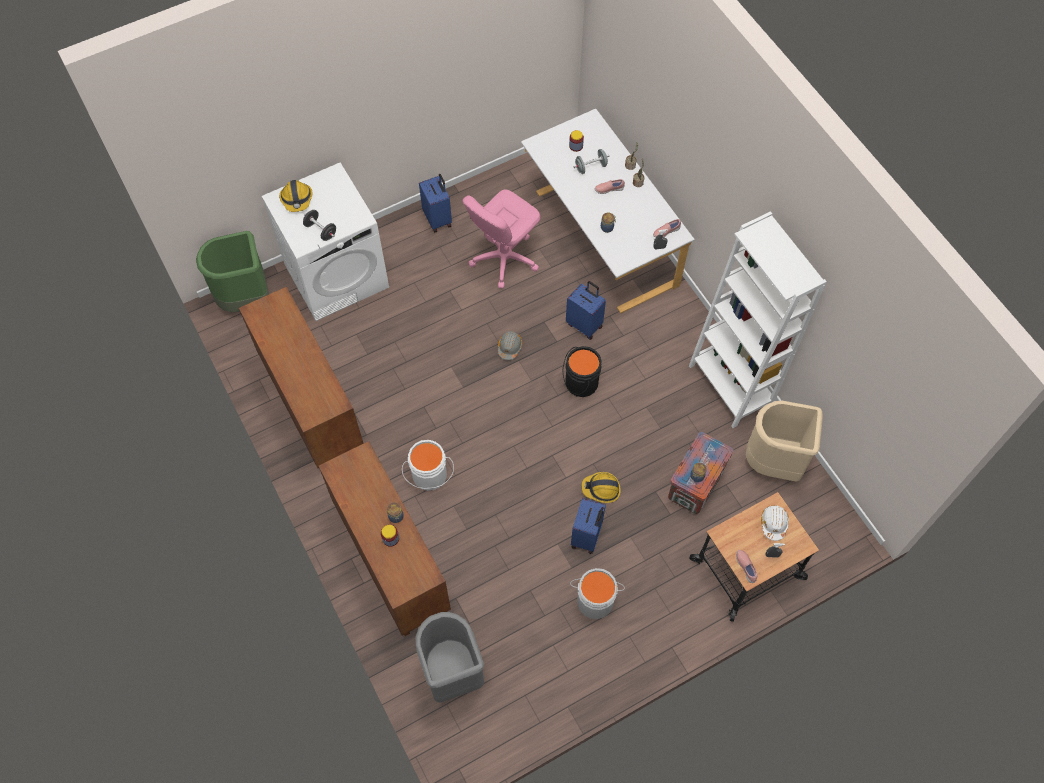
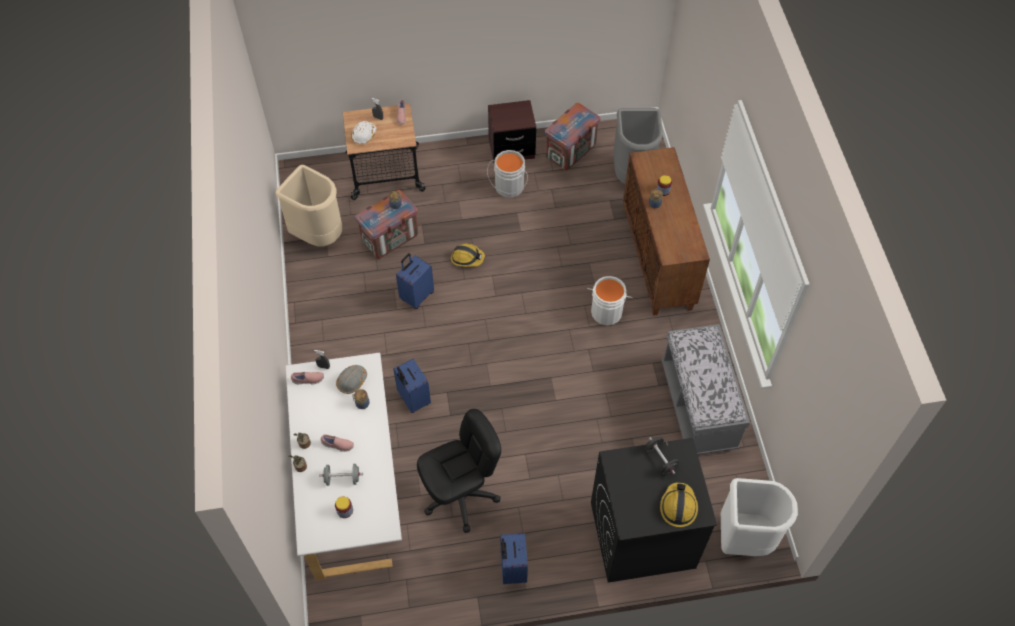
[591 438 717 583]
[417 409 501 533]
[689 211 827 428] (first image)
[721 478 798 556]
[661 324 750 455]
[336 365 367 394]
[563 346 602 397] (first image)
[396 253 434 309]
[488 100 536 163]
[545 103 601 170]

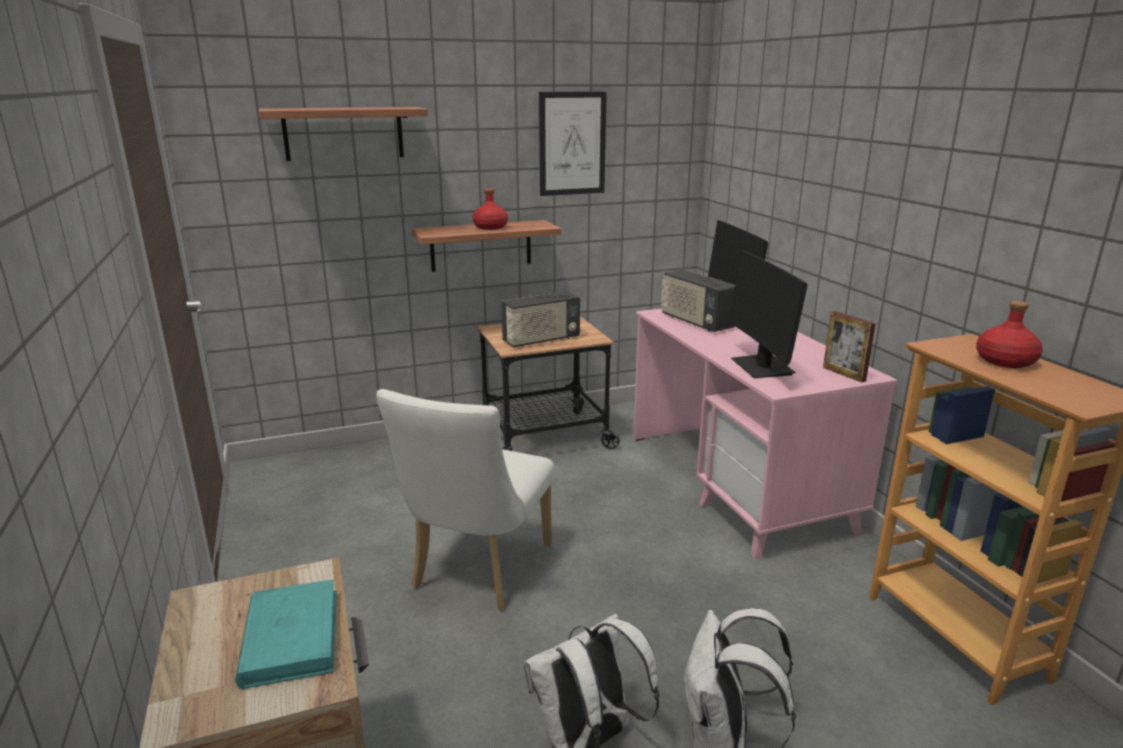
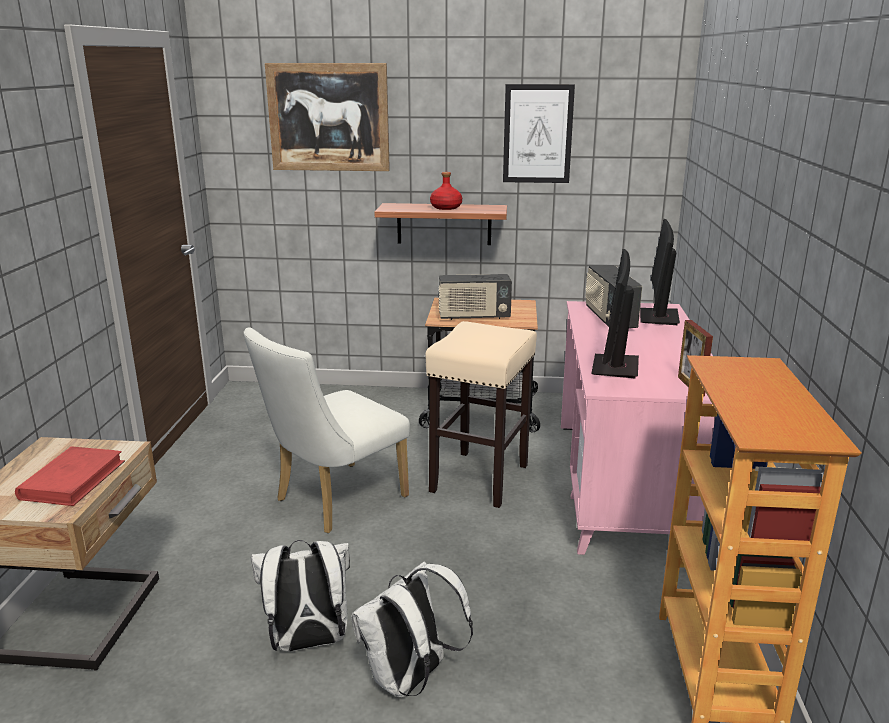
[265 63 390 171]
[976 301 1043 368] (first image)
[15 446 125 506]
[425 321 537 508]

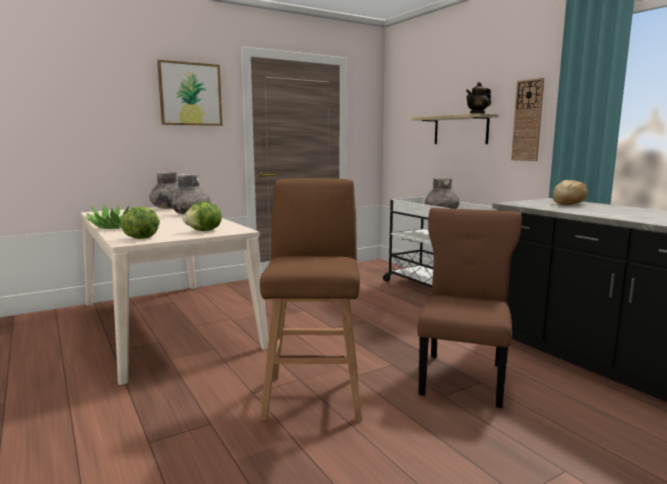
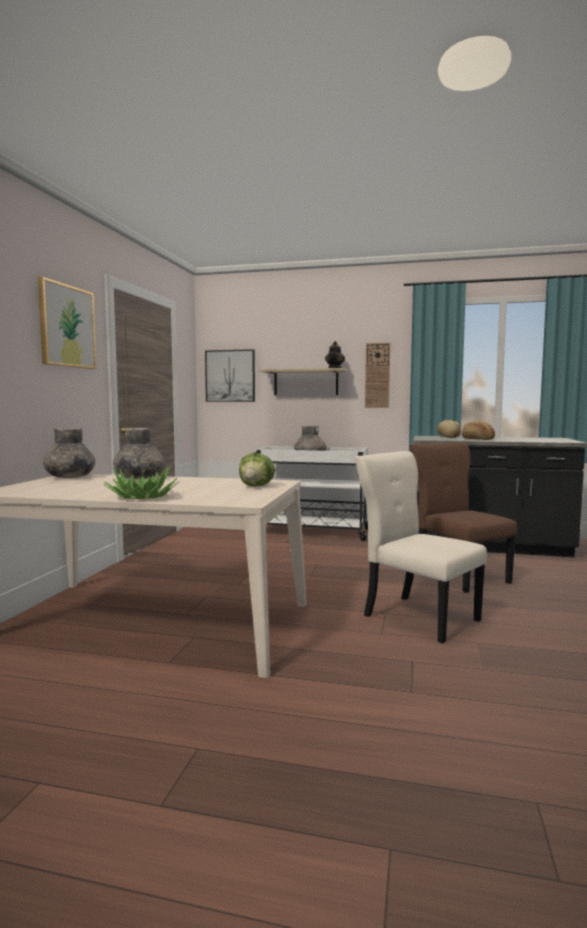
[355 451 487 644]
[120 207 160 239] (first image)
[205 349 255 402]
[462 421 495 440]

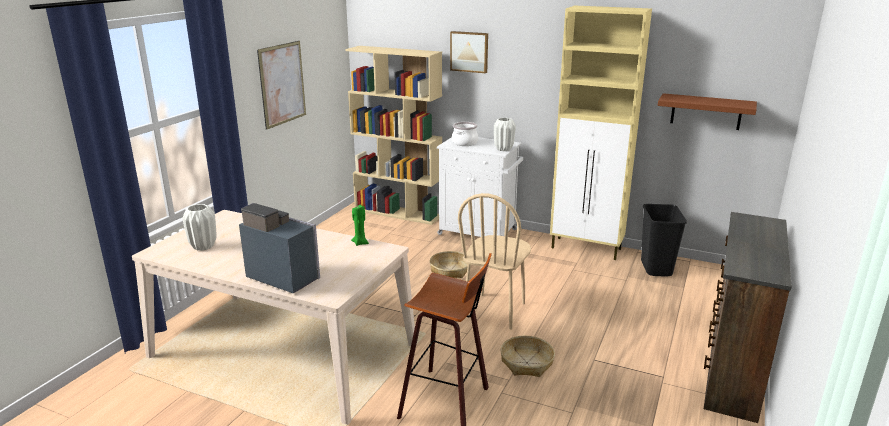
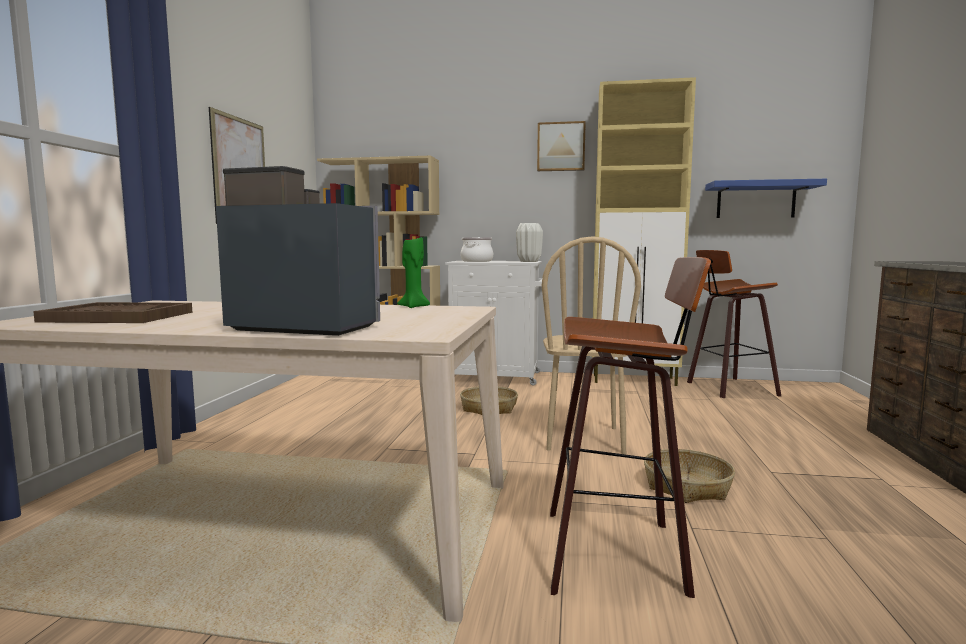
[537 121 586 171]
[705 179 827 218]
[33 302 192 323]
[687 250 781 398]

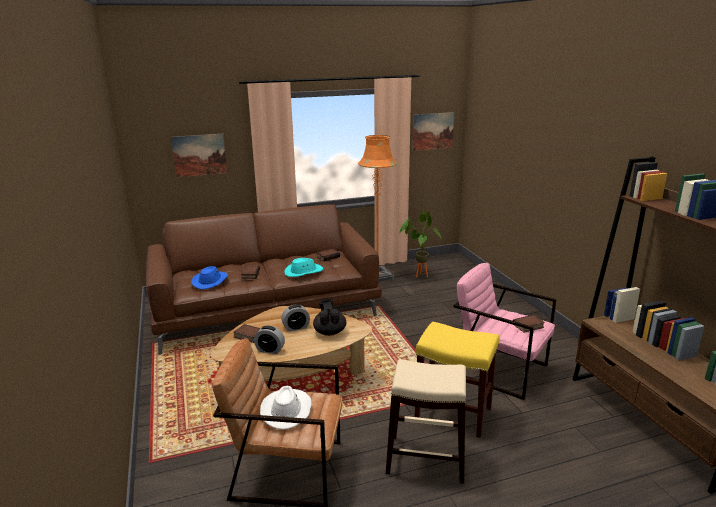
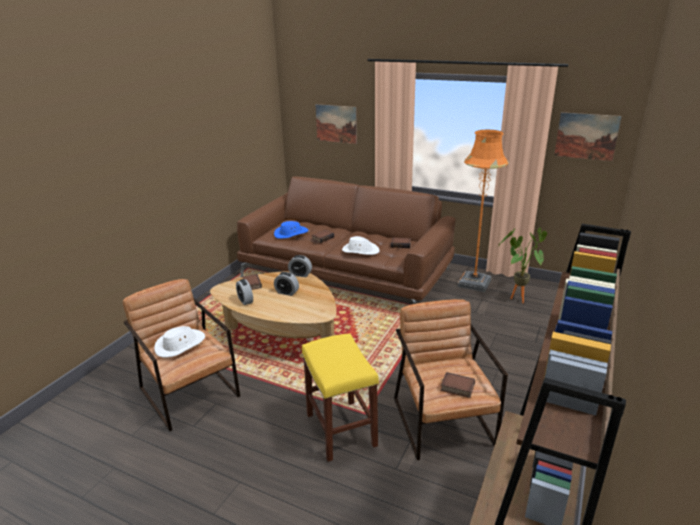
[342 236 380 255]
[394 299 508 460]
[313 299 347 336] (first image)
[386 359 466 484] (first image)
[288 255 312 277]

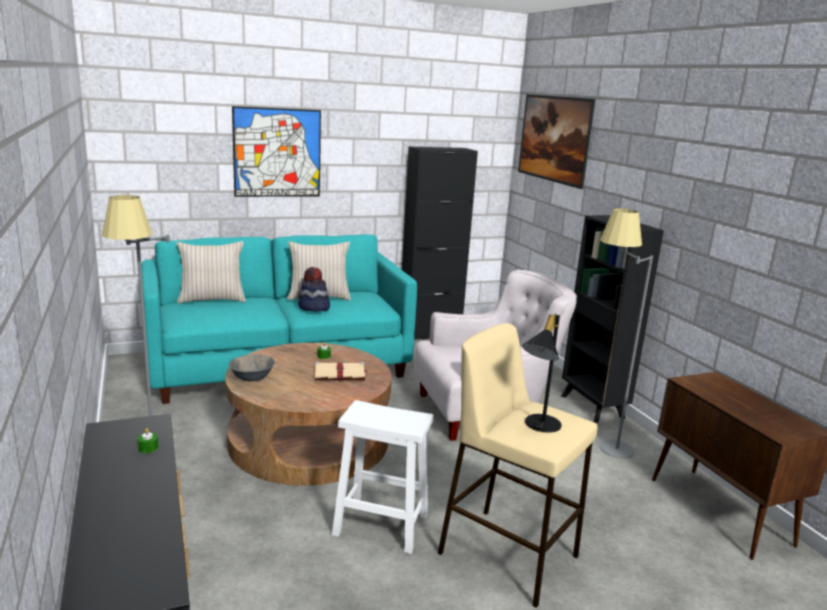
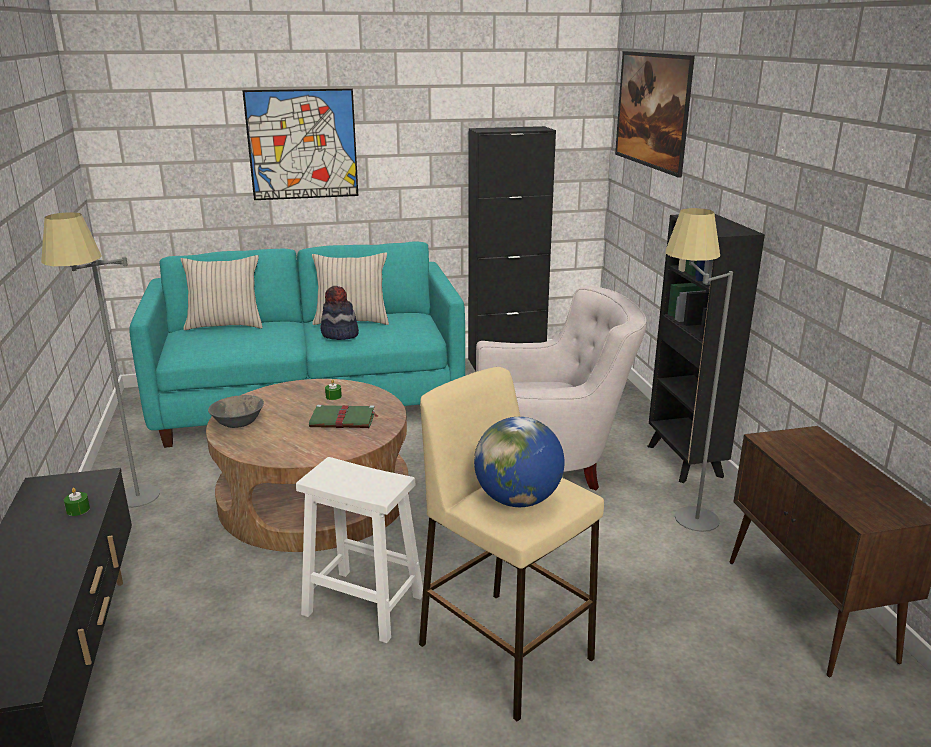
[474 417 565 507]
[309 404 379 428]

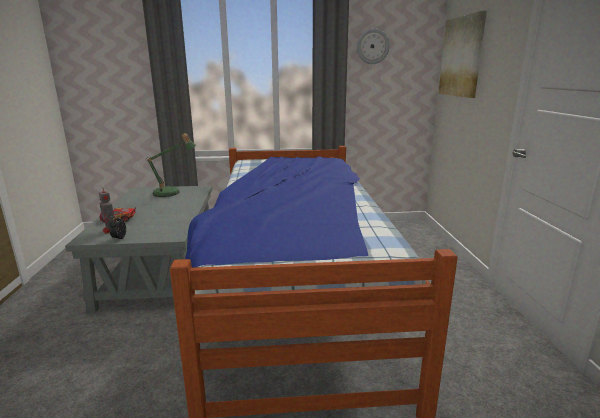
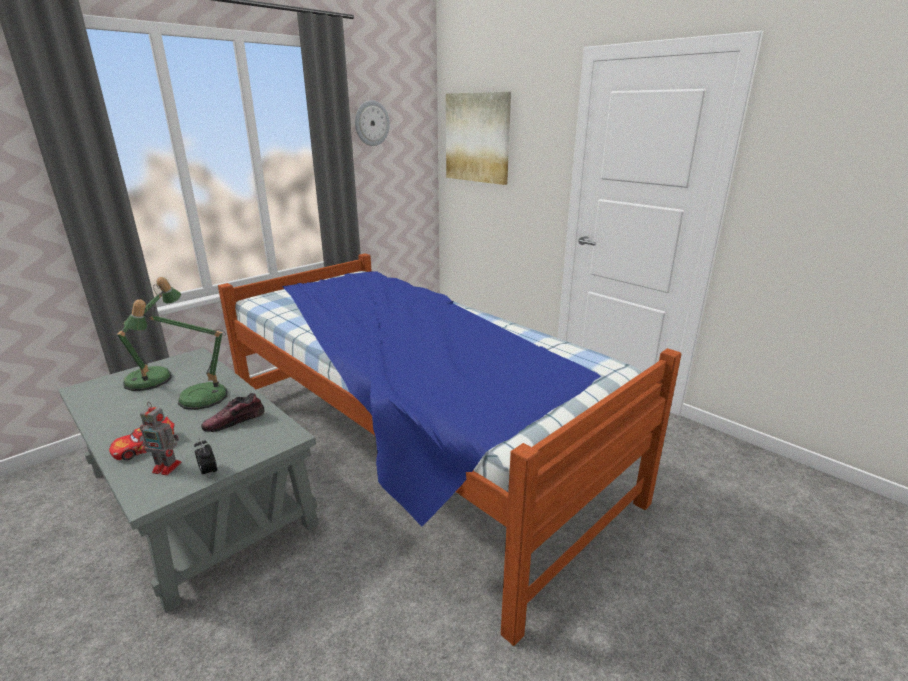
[123 299 228 410]
[201 393 265 432]

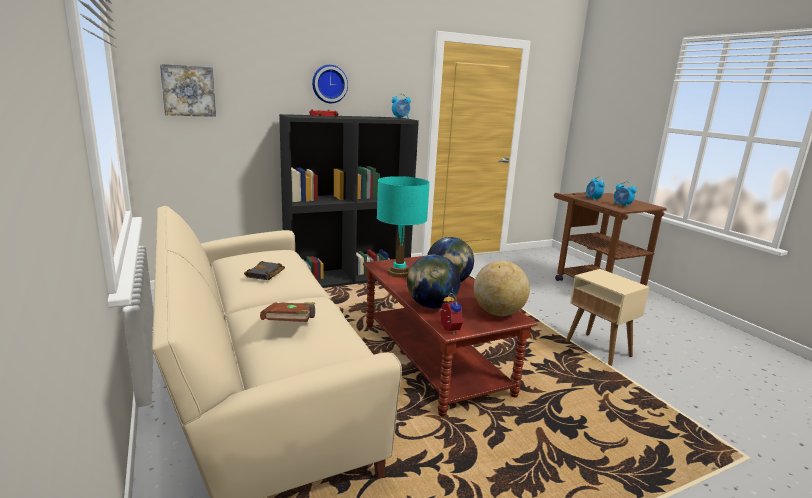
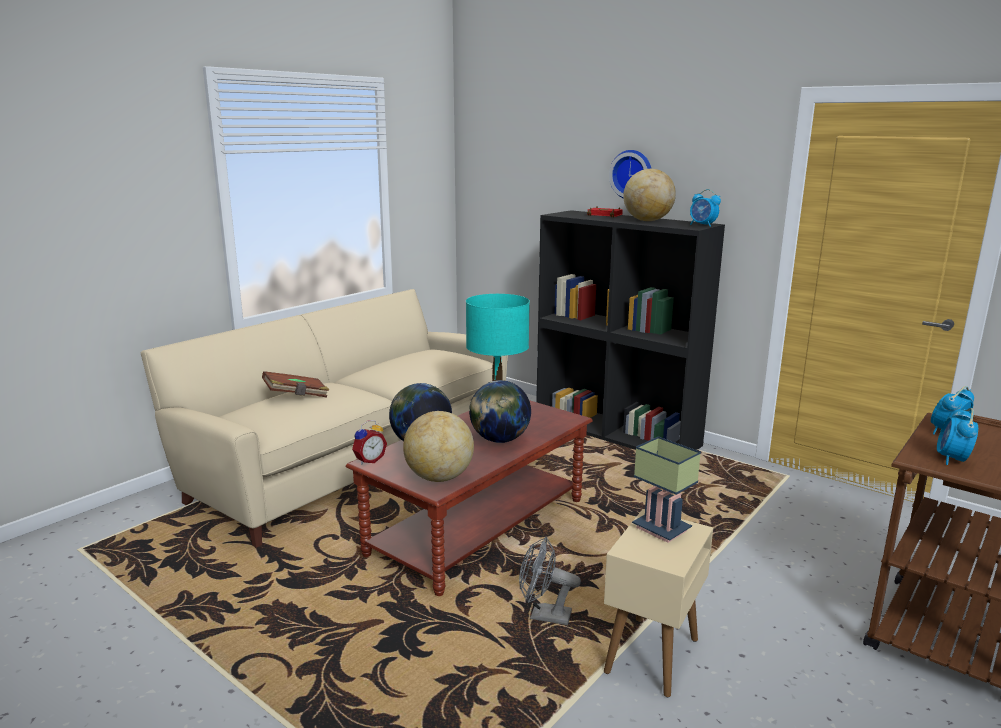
[160 64 216 117] (first image)
[244 261 285 280] (first image)
[623 169 676 221]
[632 436 701 543]
[519 537 581 625]

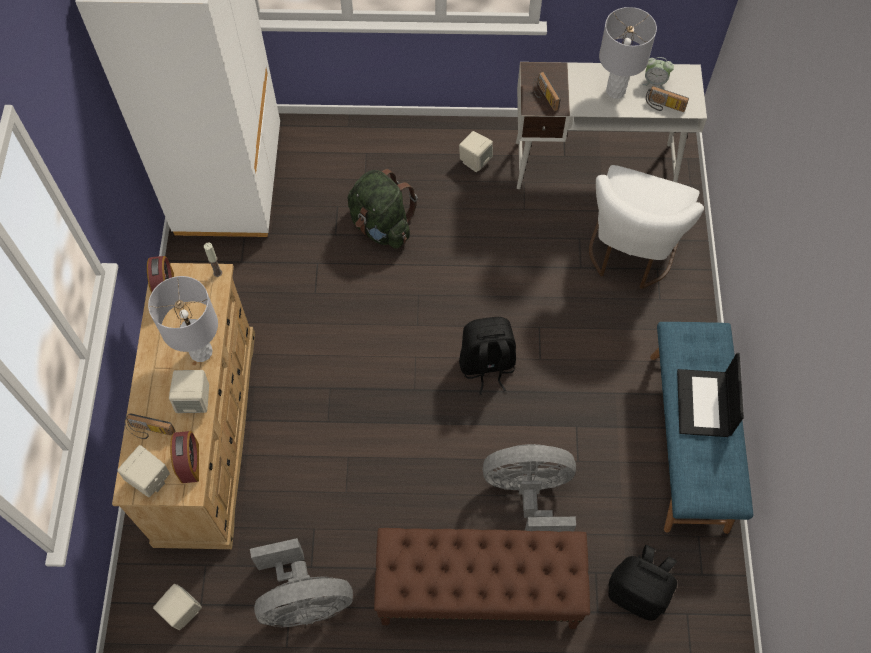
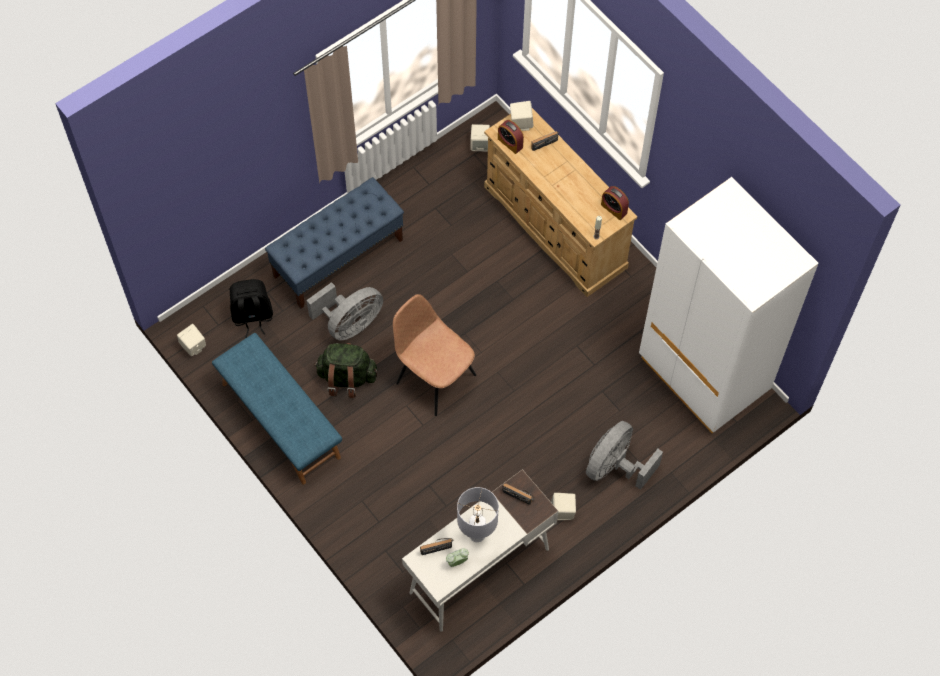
[589 165 704 289] (first image)
[314 343 377 398]
[148 276 218 362] (first image)
[393 294 476 416]
[677 353 744 437] (first image)
[177 324 206 356]
[265 177 404 309]
[586 421 663 490]

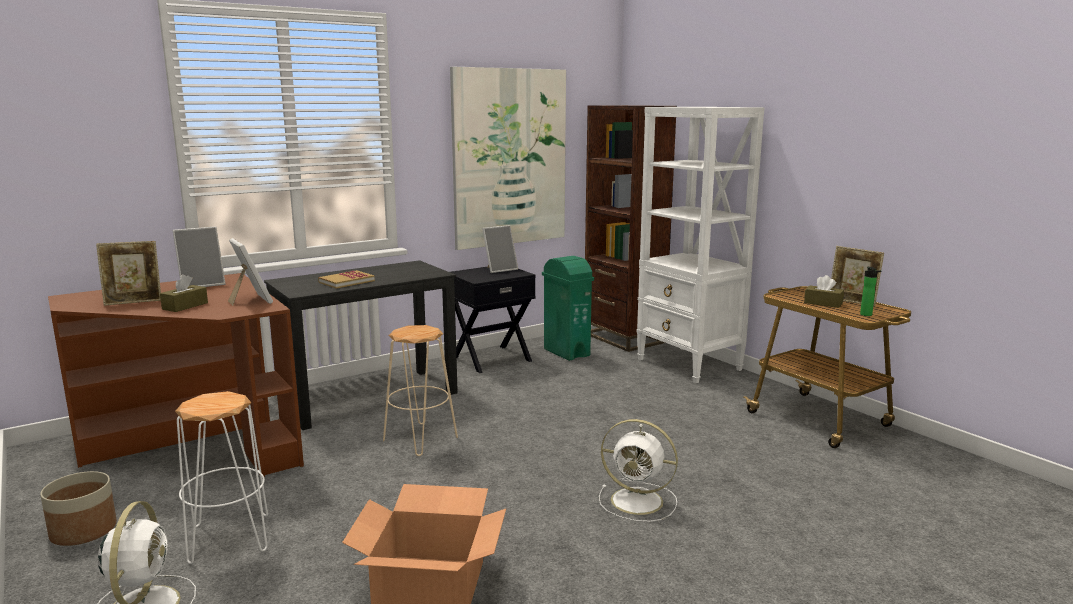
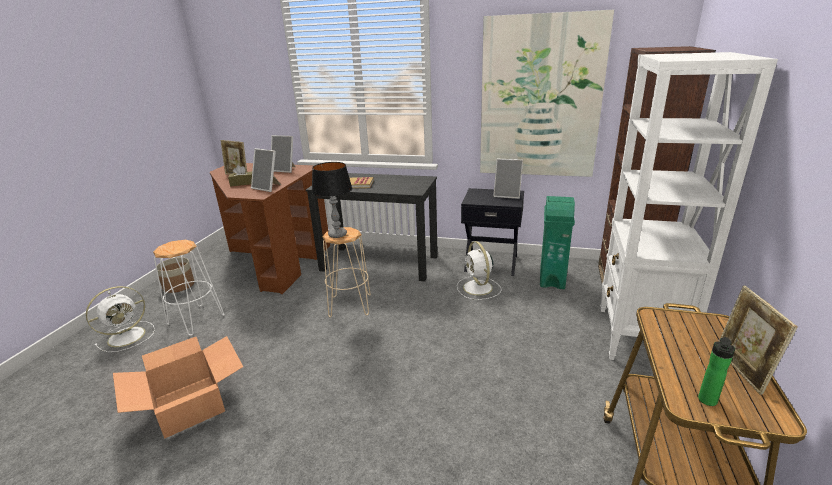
[251 148 281 192]
[804 275 844 308] (first image)
[457 241 502 300]
[312 162 352 238]

